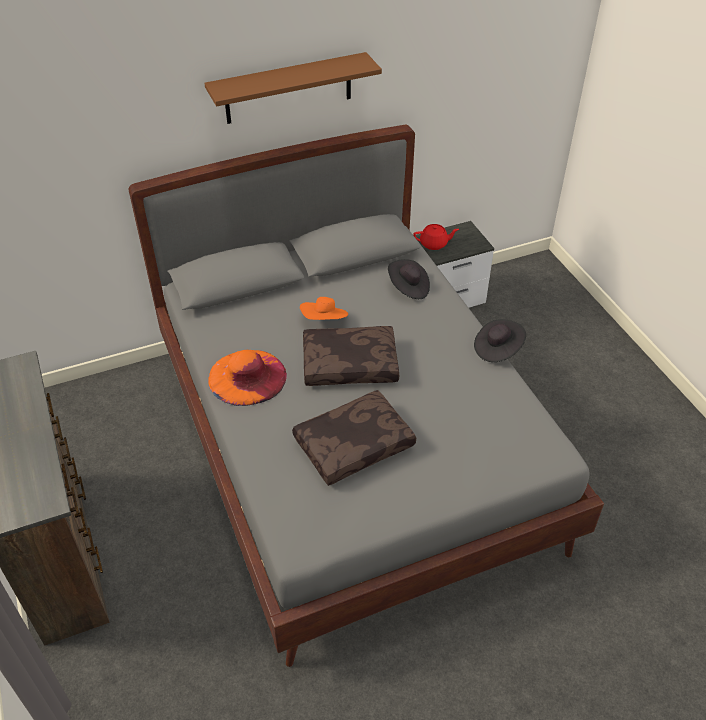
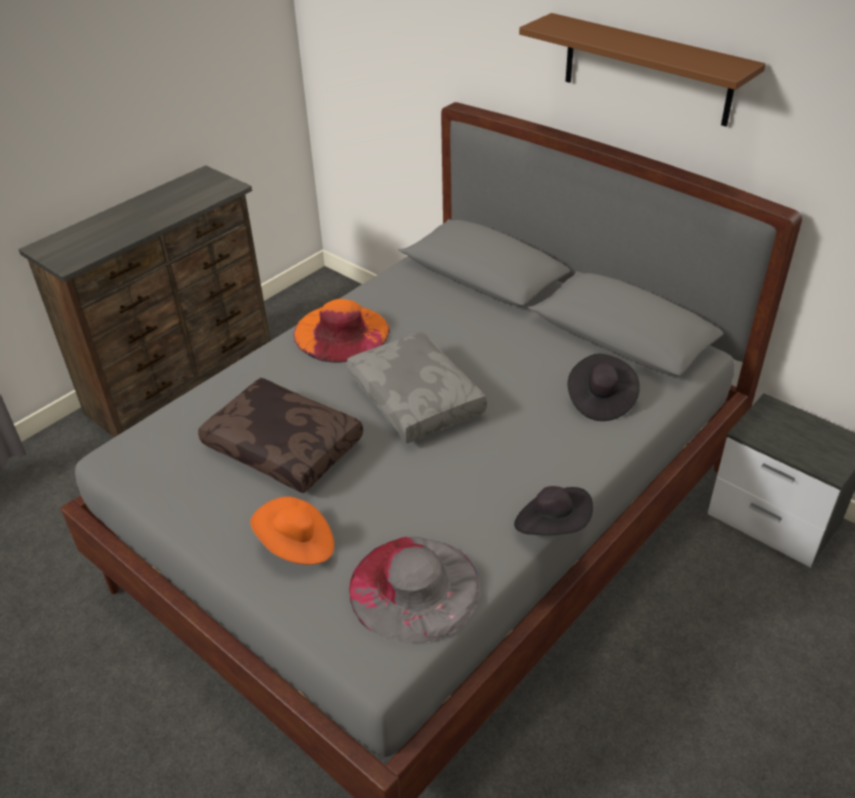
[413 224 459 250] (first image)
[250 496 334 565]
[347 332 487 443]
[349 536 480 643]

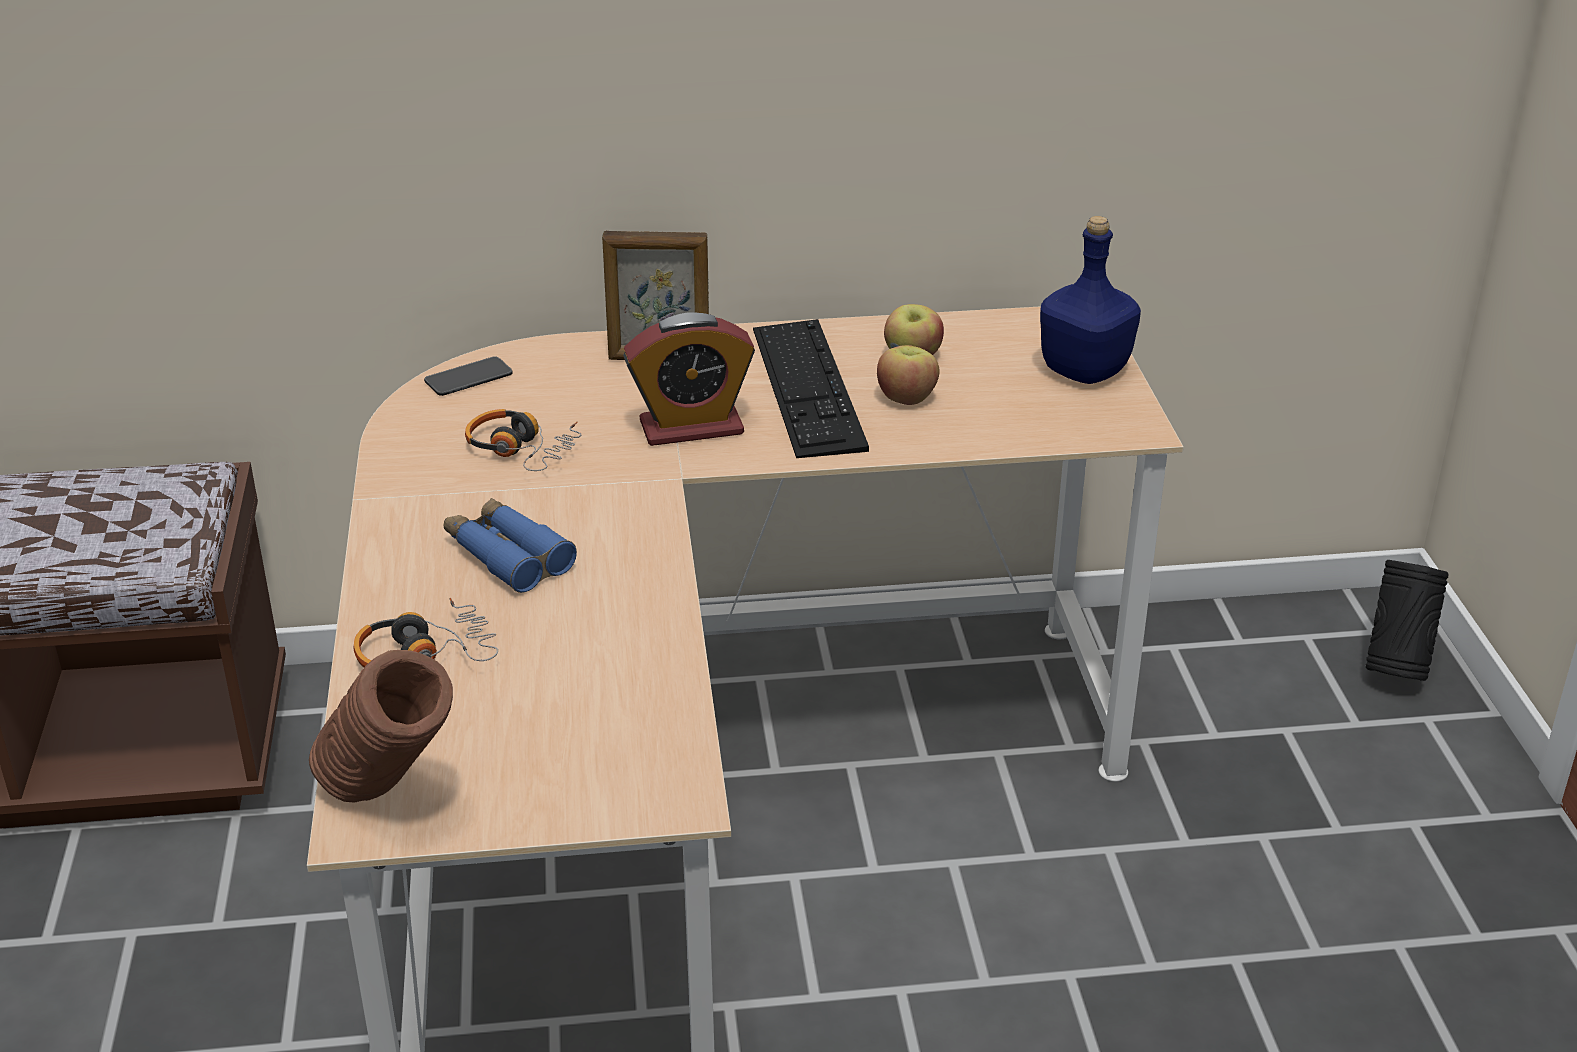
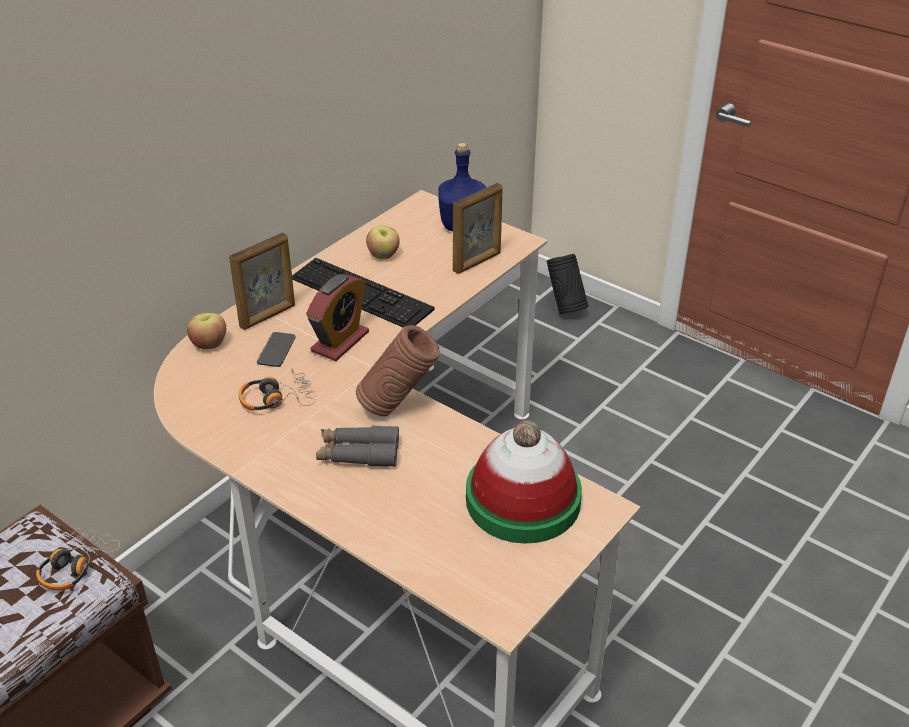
[187 313 226 350]
[257 332 296 367]
[316 426 399 467]
[36 529 120 591]
[356 325 440 416]
[453 183 503 274]
[466 420 582 544]

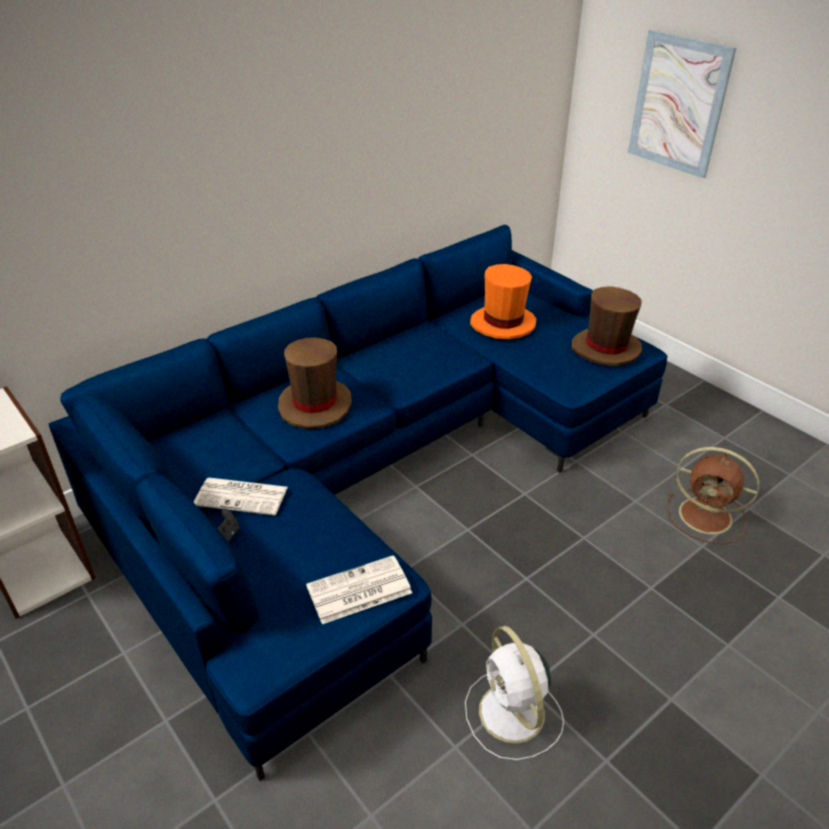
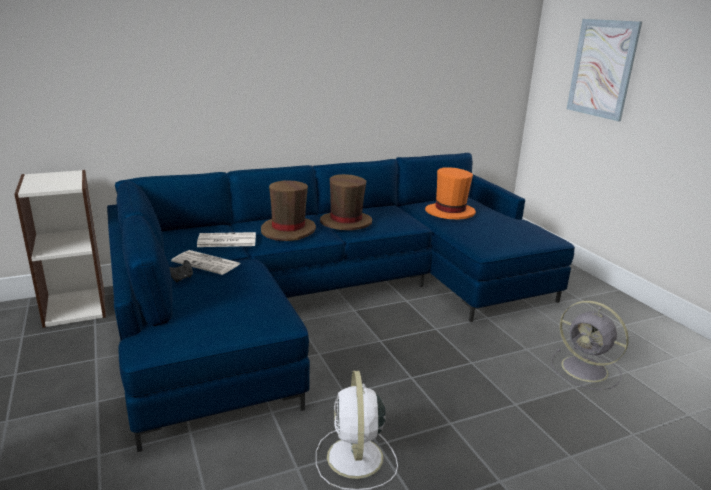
[320 174 372 230]
[551 301 629 390]
[197 232 256 247]

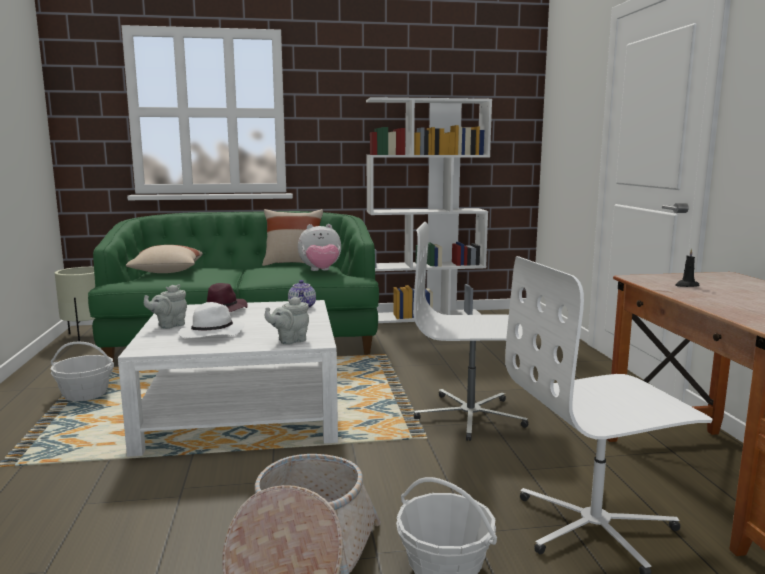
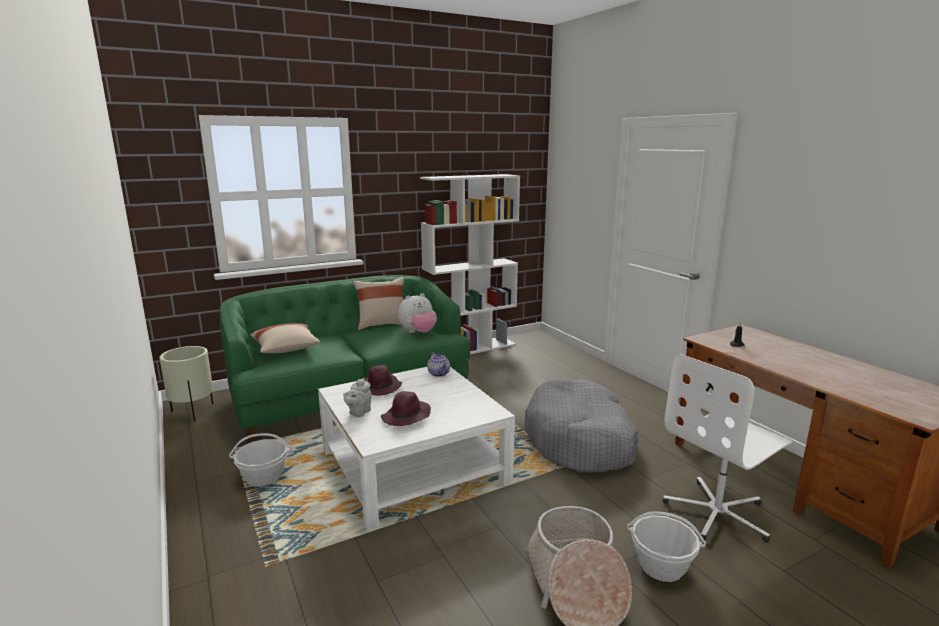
[525 379 638 472]
[265 296 309 345] (first image)
[381 391 431 426]

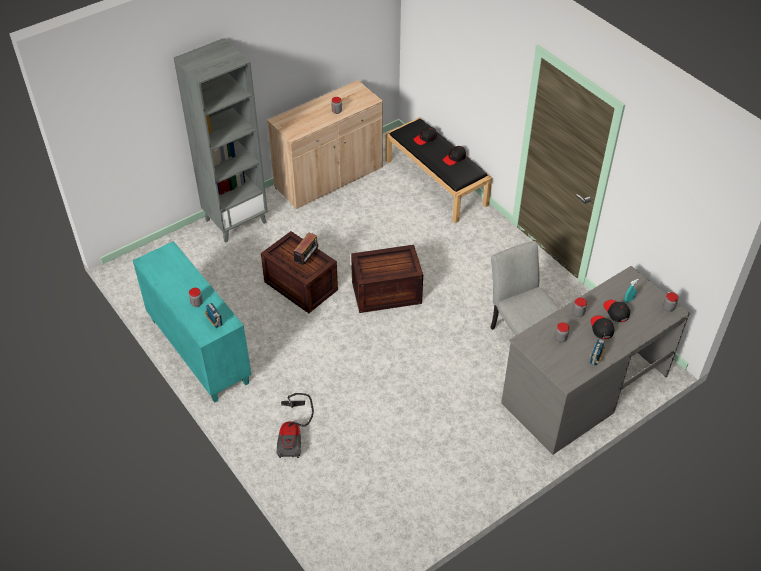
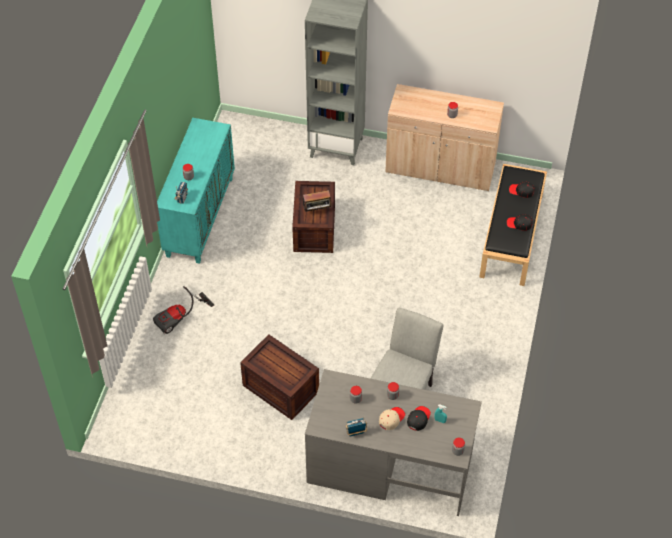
[240 334 319 420]
[379 407 405 430]

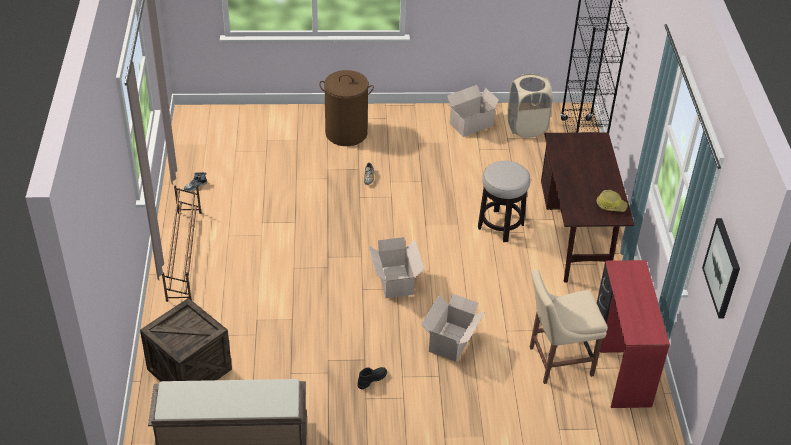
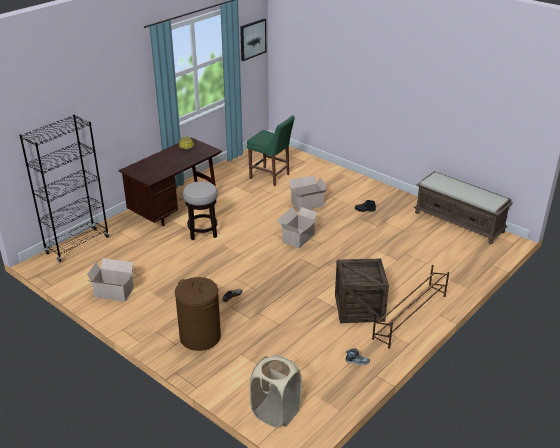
[250 355 302 428]
[597 260 670 408] (first image)
[247 115 295 186]
[335 258 389 323]

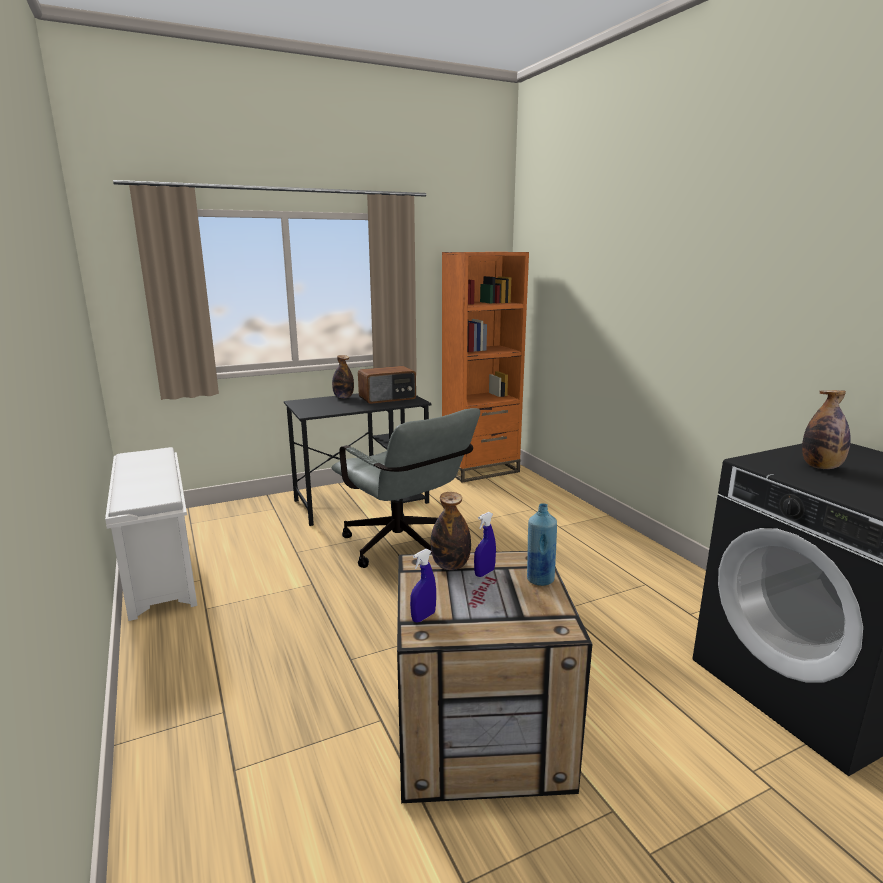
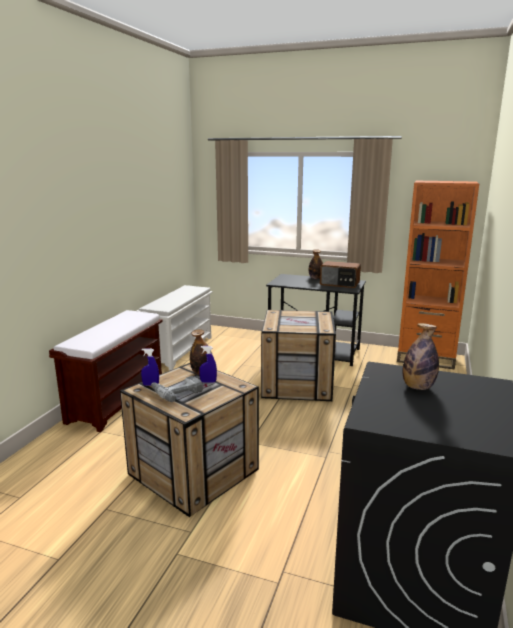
[261 310 336 401]
[527 503 557 586] (first image)
[49 310 163 432]
[151 376 203 402]

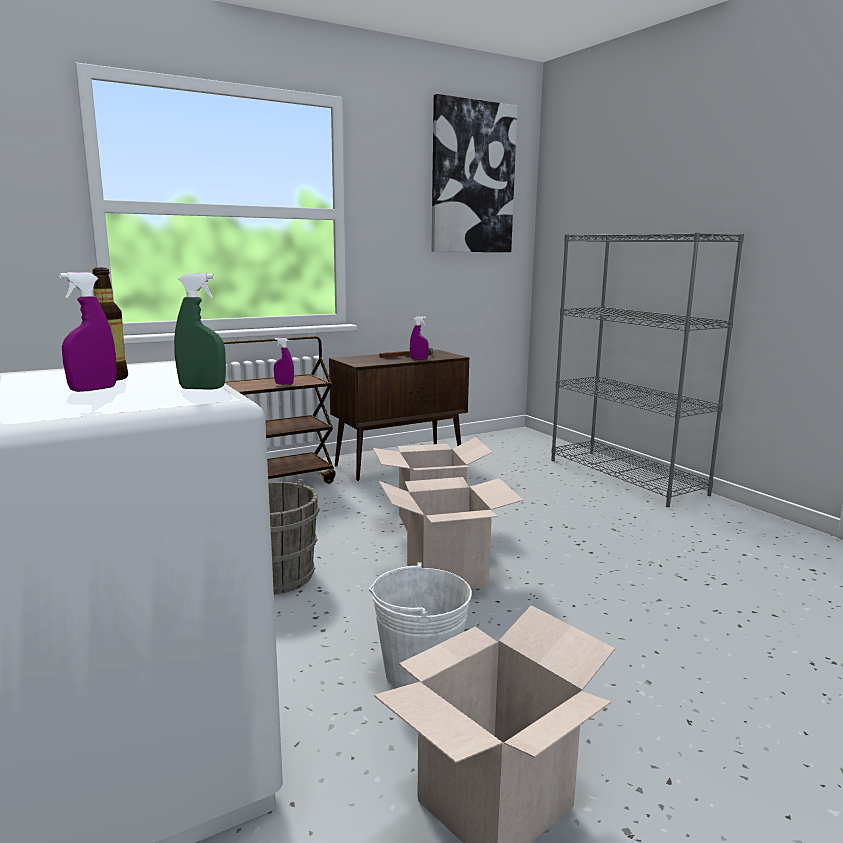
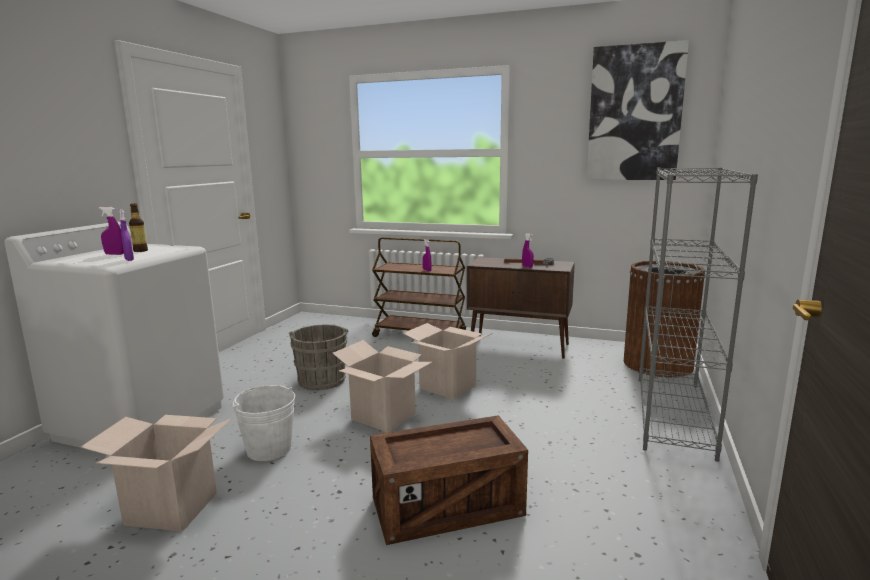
[119 209 134 261]
[624 261 705 378]
[370 415 528 545]

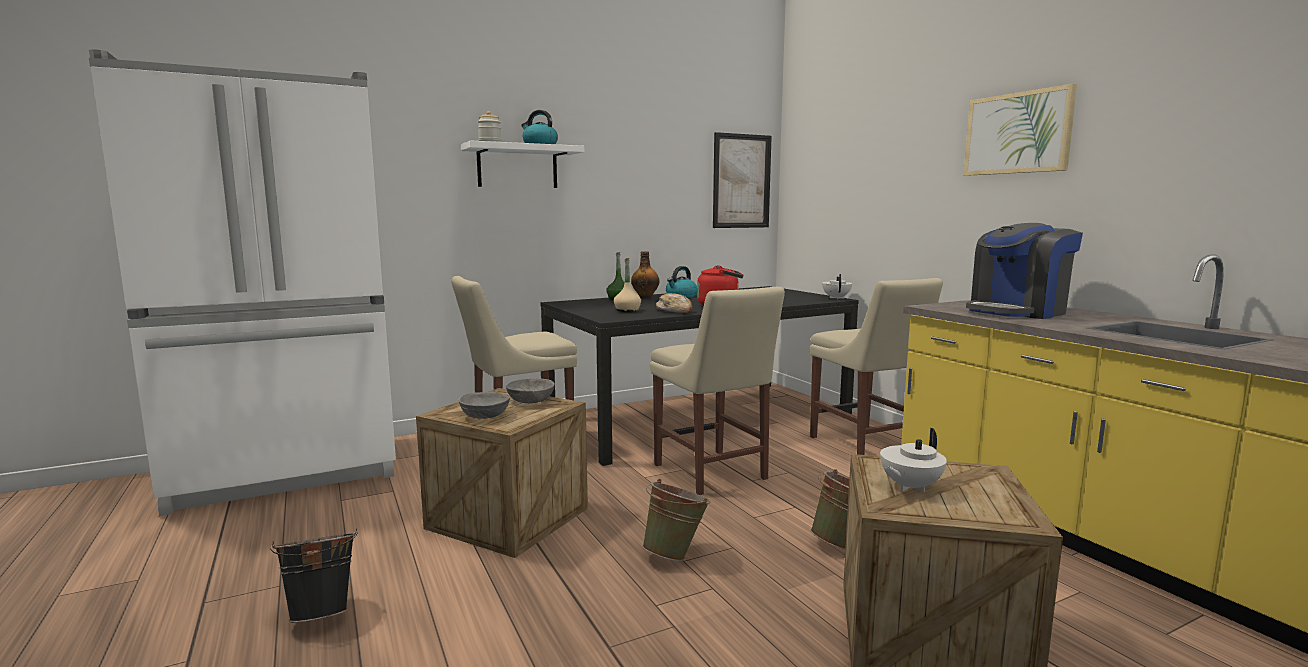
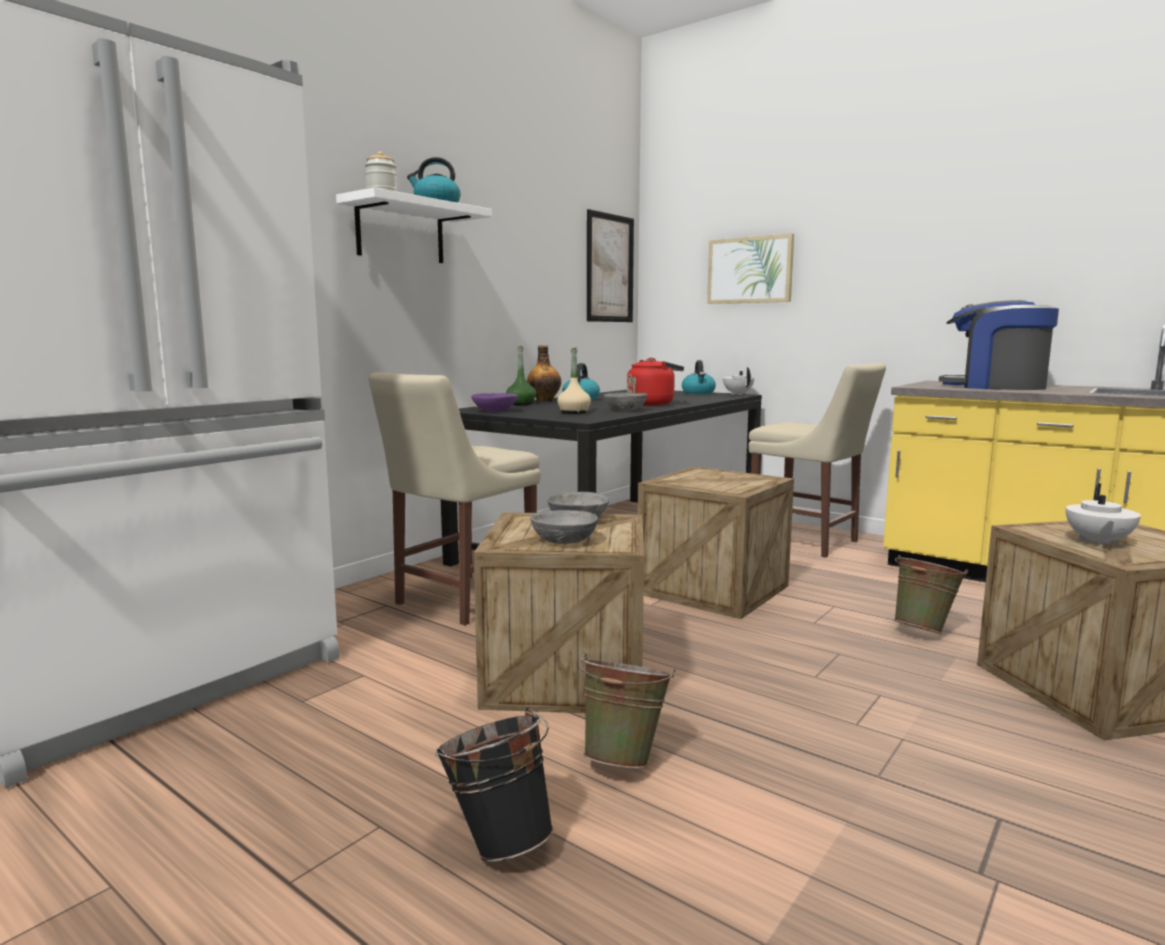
[707 234 794 304]
[939 300 1059 390]
[637 467 794 619]
[604 393 647 411]
[579 653 675 769]
[682 360 716 394]
[471 393 518 412]

